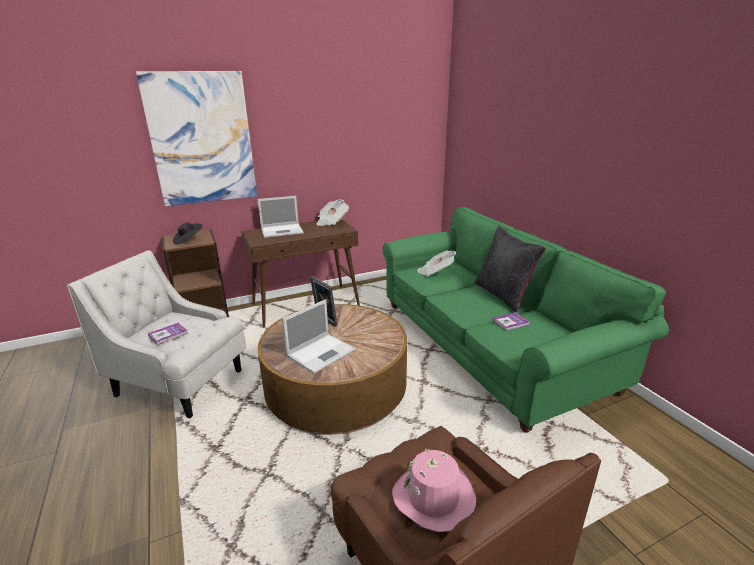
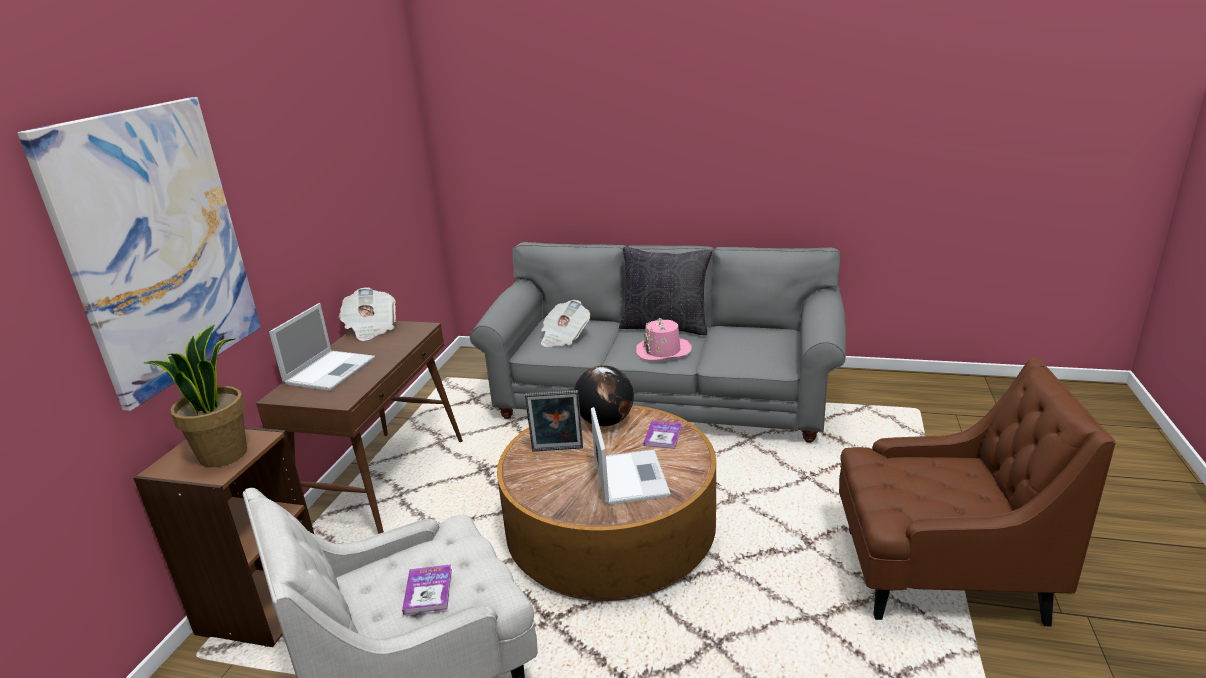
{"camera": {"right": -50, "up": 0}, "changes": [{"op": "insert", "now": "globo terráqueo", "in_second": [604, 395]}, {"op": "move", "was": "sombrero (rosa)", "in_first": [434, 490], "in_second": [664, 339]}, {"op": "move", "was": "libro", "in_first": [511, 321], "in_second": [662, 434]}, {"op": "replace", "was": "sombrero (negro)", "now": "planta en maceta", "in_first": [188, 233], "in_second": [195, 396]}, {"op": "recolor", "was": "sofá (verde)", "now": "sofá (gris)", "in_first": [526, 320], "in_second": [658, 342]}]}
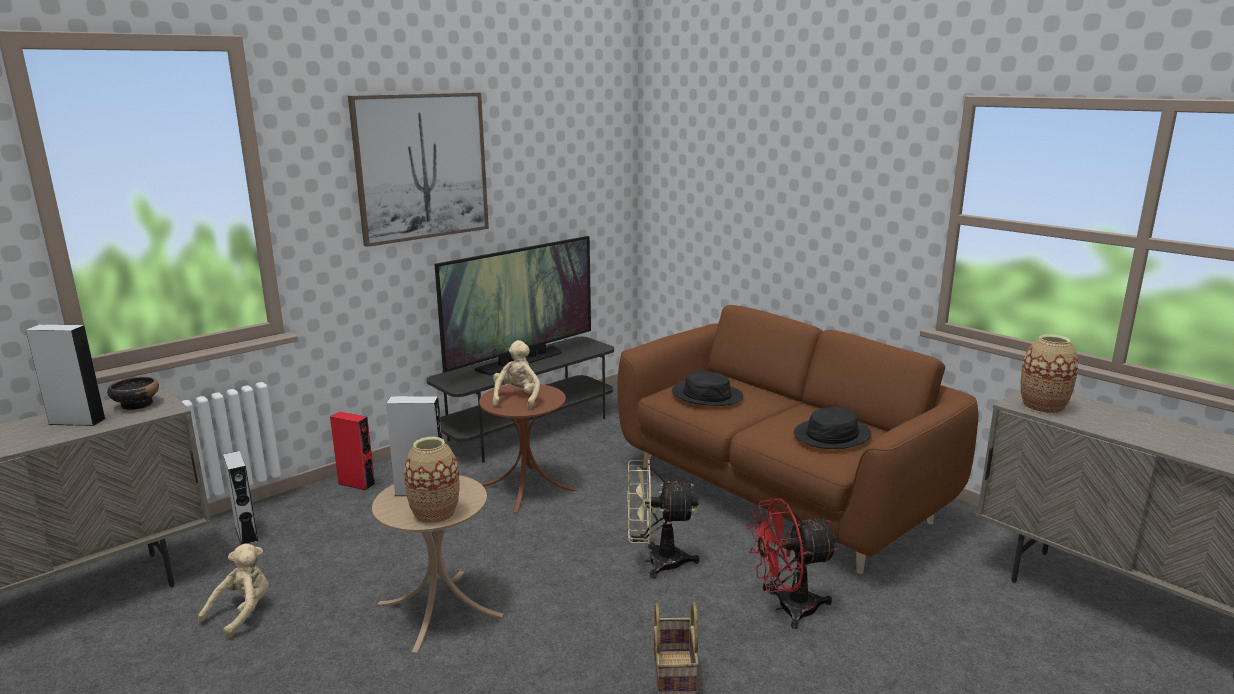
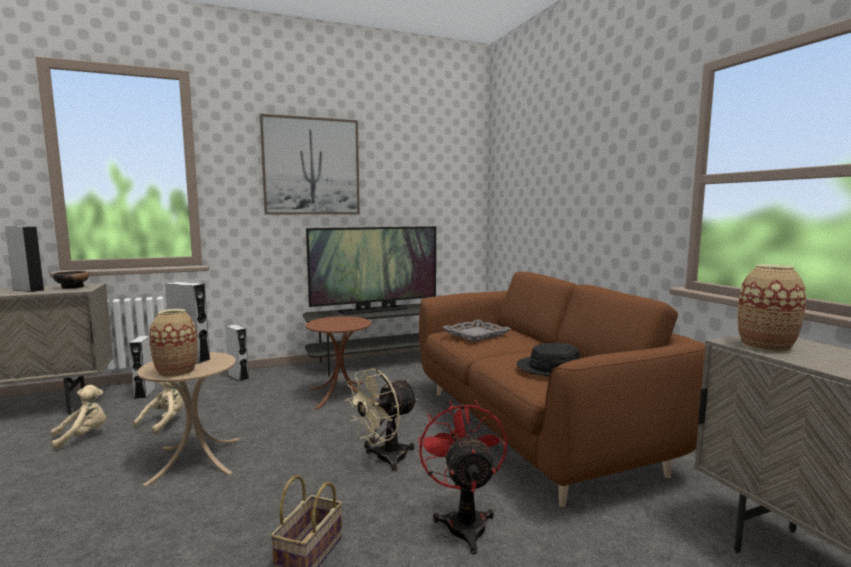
{"camera": {"right": 20, "up": -10}, "changes": [{"op": "move", "was": "peluche (beis)", "in_first": [516, 374], "in_second": [158, 408]}, {"op": "replace", "was": "sombrero (negro)", "now": "bandeja (gris)", "in_first": [707, 388], "in_second": [476, 330]}, {"op": "recolor", "was": "altavoz (rojo)", "now": "altavoz (gris)", "in_first": [353, 451], "in_second": [237, 353]}, {"op": "rotate", "was": "ventilador (beis)", "in_first": [663, 519], "in_second": [381, 419], "clockwise": -60}, {"op": "rotate", "was": "ventilador (rojo)", "in_first": [793, 563], "in_second": [462, 477], "clockwise": 75}]}
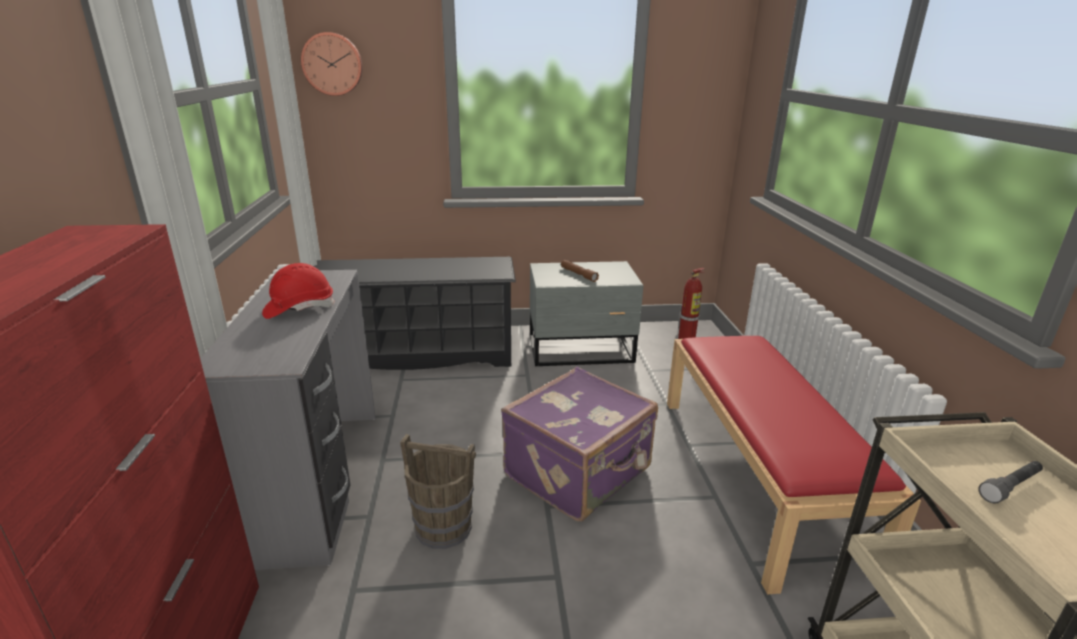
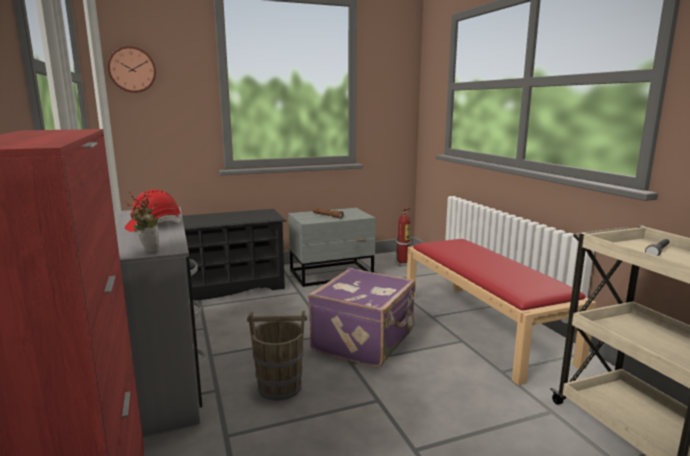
{"camera": {"right": -15, "up": -10}, "changes": [{"op": "insert", "now": "planta en maceta", "in_second": [141, 221]}]}
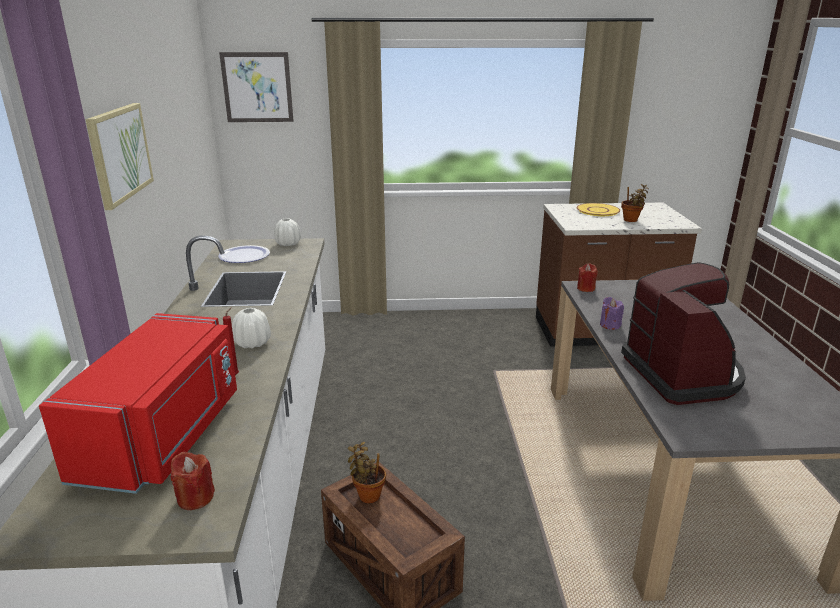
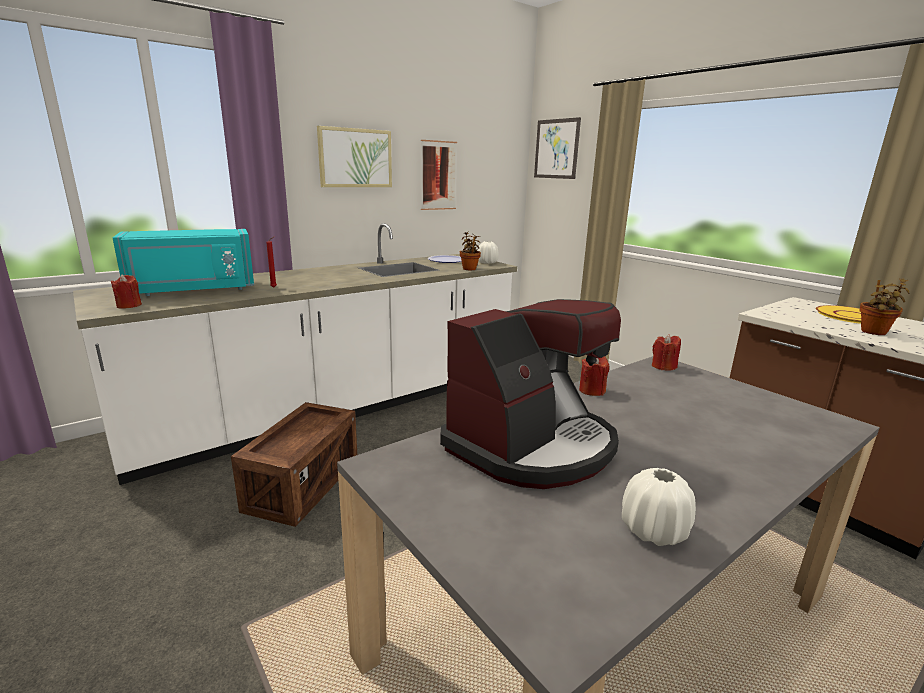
{"camera": {"right": 55, "up": -5}, "changes": [{"op": "insert", "now": "cuadro", "in_second": [439, 175]}, {"op": "move", "was": "florero (blanco)", "in_first": [251, 328], "in_second": [659, 507]}, {"op": "move", "was": "planta en maceta", "in_first": [367, 473], "in_second": [470, 250]}, {"op": "recolor", "was": "microondas (rojo)", "now": "microondas (turquesa)", "in_first": [138, 403], "in_second": [183, 262]}, {"op": "recolor", "was": "vela (morado)", "now": "vela (rojo)", "in_first": [612, 313], "in_second": [594, 376]}]}
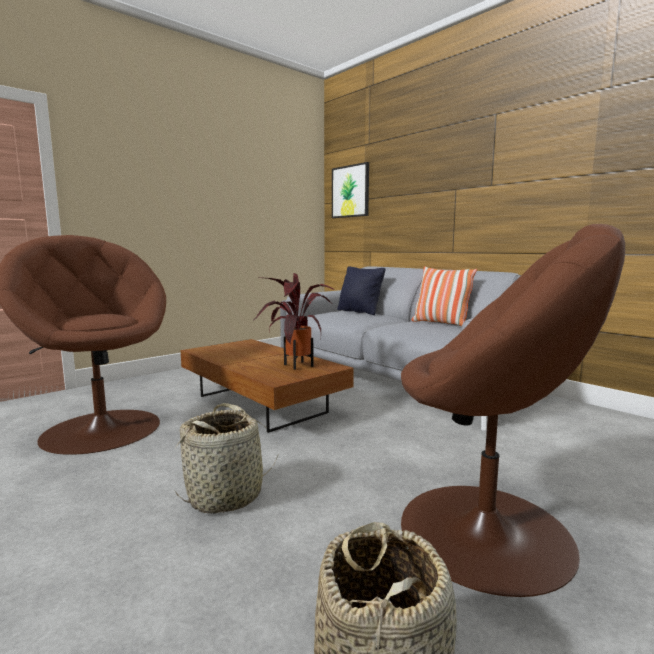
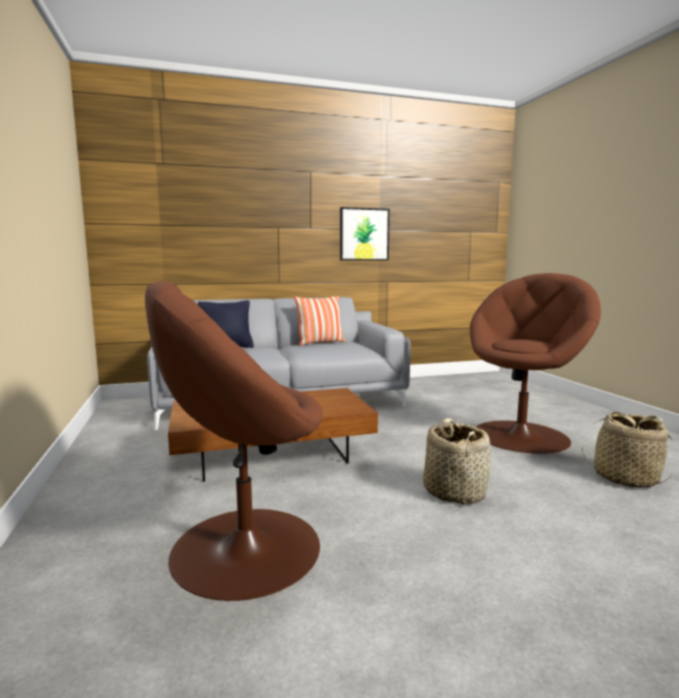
{"camera": {"right": -65, "up": 0}, "changes": [{"op": "delete", "was": "planta en maceta", "in_first": [294, 321]}, {"op": "move", "was": "cuadro", "in_first": [350, 190], "in_second": [365, 234]}]}
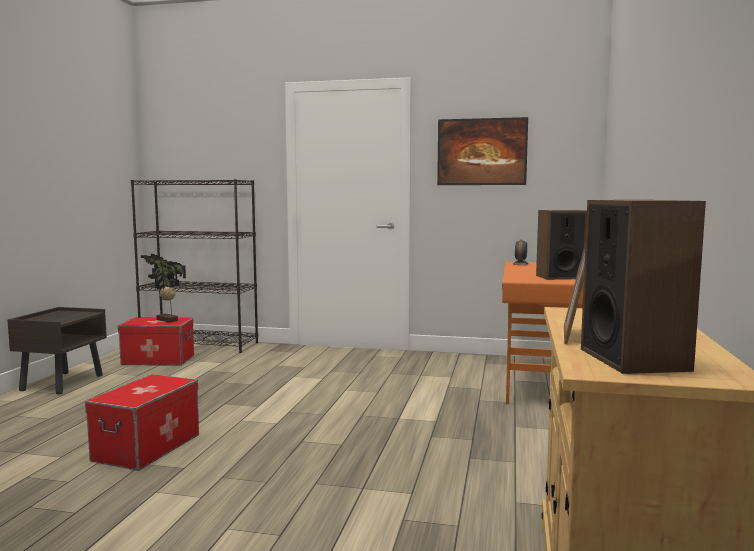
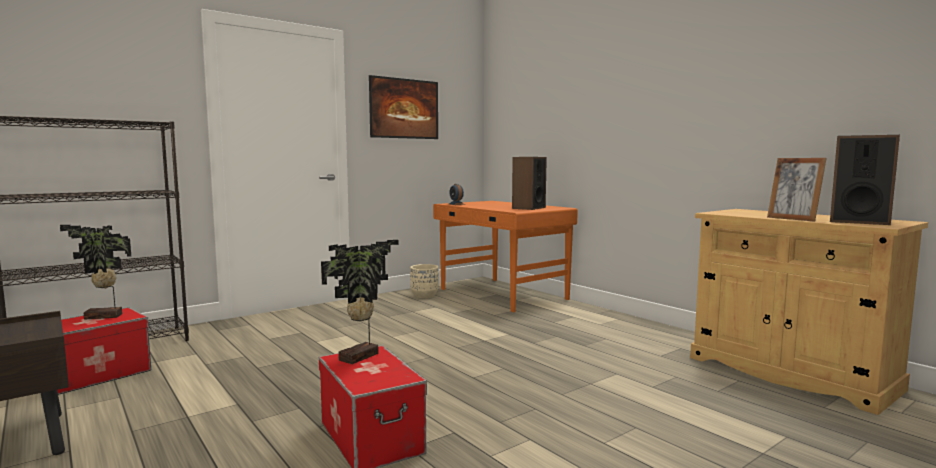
{"camera": {"right": -50, "up": 0}, "changes": [{"op": "insert", "now": "planta en maceta", "in_second": [360, 302]}, {"op": "insert", "now": "maceta (beis)", "in_second": [424, 281]}]}
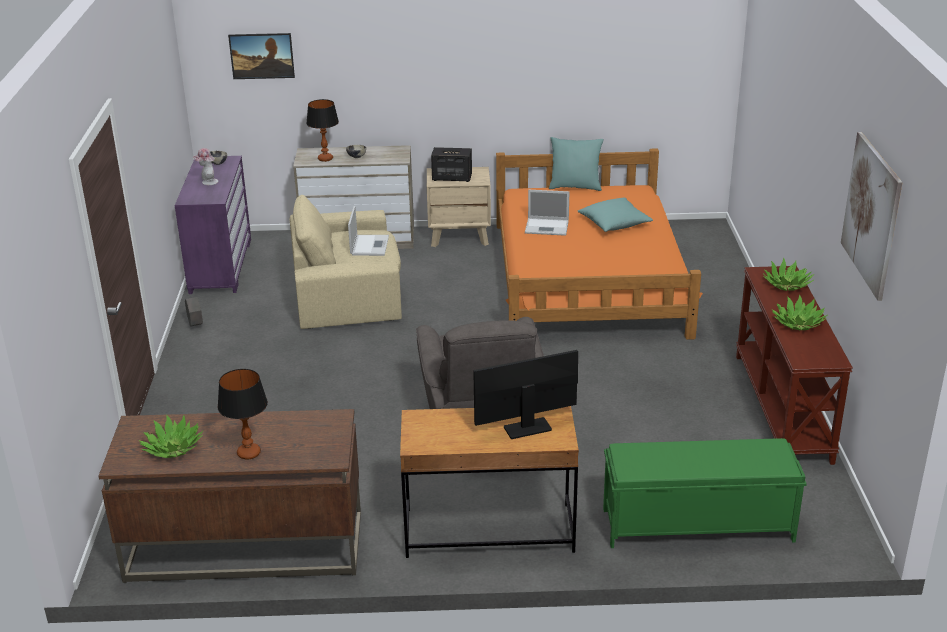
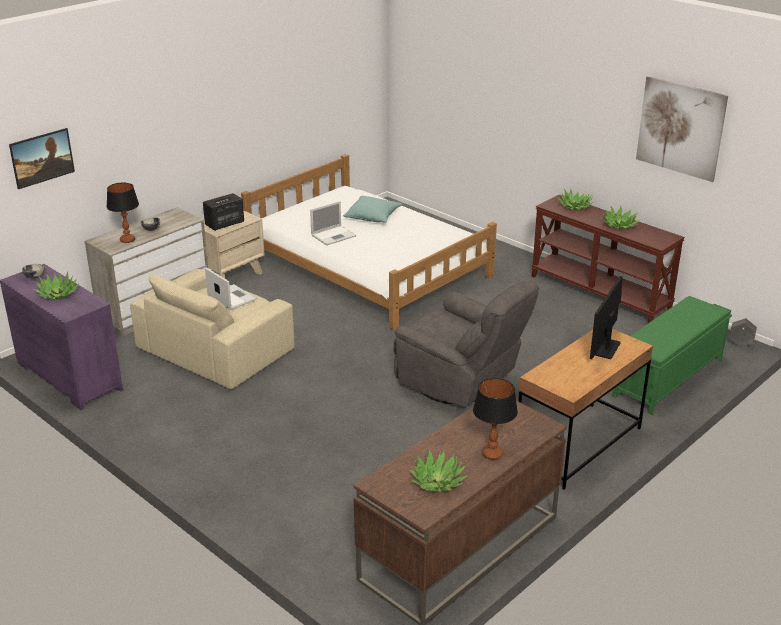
{"camera": {"right": -45, "up": 0}, "changes": [{"op": "delete", "was": "cojín (turquesa)", "in_first": [576, 164]}, {"op": "move", "was": "maceta (gris)", "in_first": [194, 312], "in_second": [743, 332]}, {"op": "replace", "was": "sombrero", "now": "planta en maceta", "in_first": [205, 166], "in_second": [56, 285]}, {"op": "recolor", "was": "cama (naranja)", "now": "cama (blanco)", "in_first": [599, 244], "in_second": [369, 242]}]}
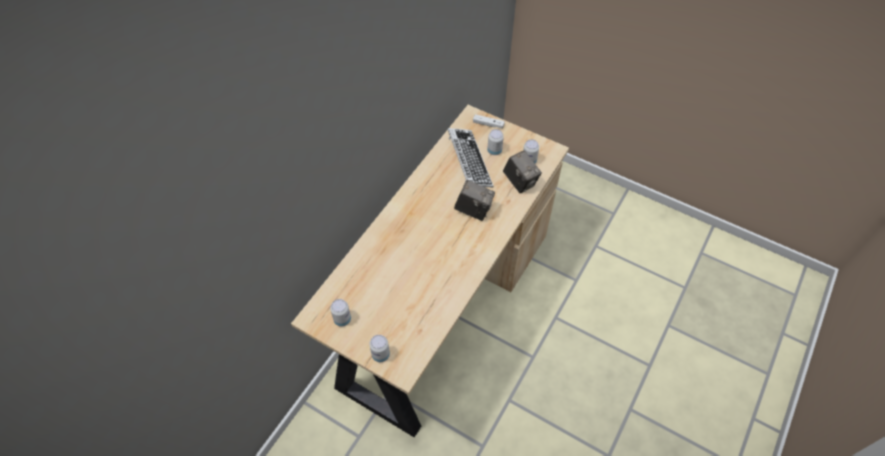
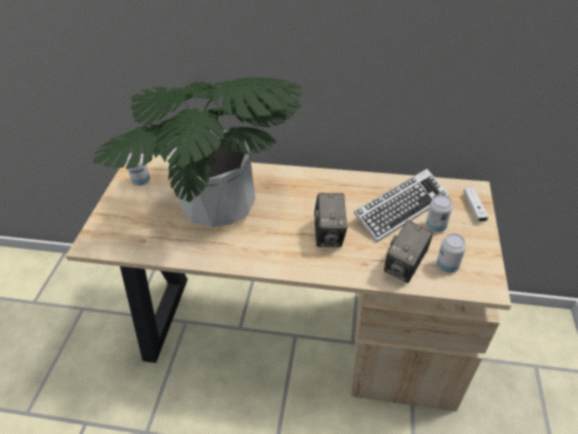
{"camera": {"right": 70, "up": -10}, "changes": [{"op": "delete", "was": "lata", "in_first": [380, 348]}, {"op": "insert", "now": "planta en maceta", "in_second": [198, 152]}]}
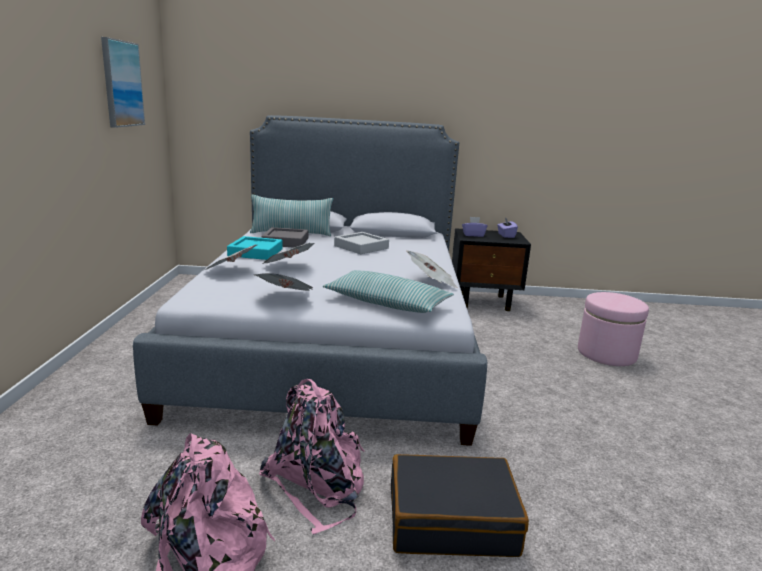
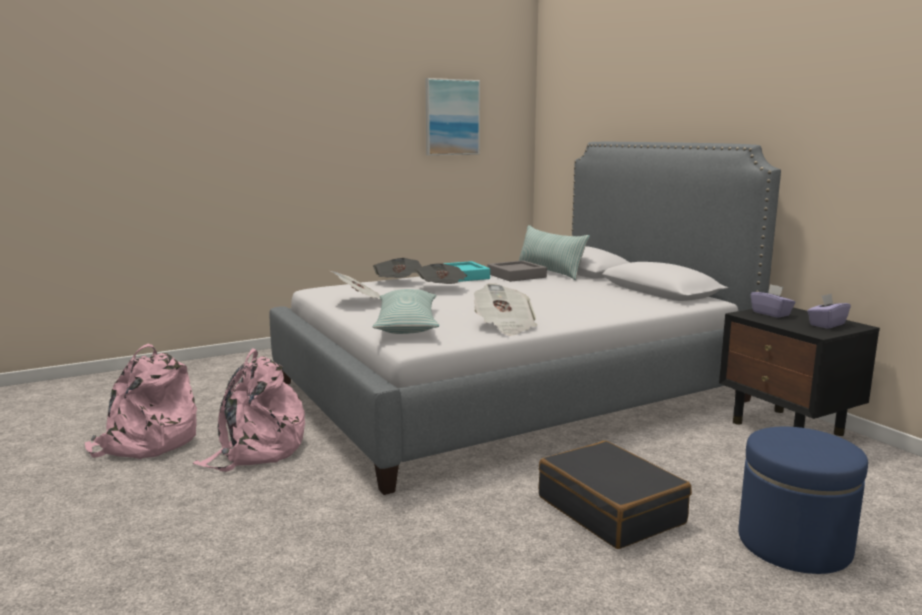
{"camera": {"right": 60, "up": -5}, "changes": [{"op": "delete", "was": "bandeja (gris)", "in_first": [361, 243]}, {"op": "move", "was": "maleta (negro)", "in_first": [460, 505], "in_second": [615, 495]}, {"op": "recolor", "was": "puf (rosa)", "now": "puf (azul)", "in_first": [613, 329], "in_second": [803, 500]}]}
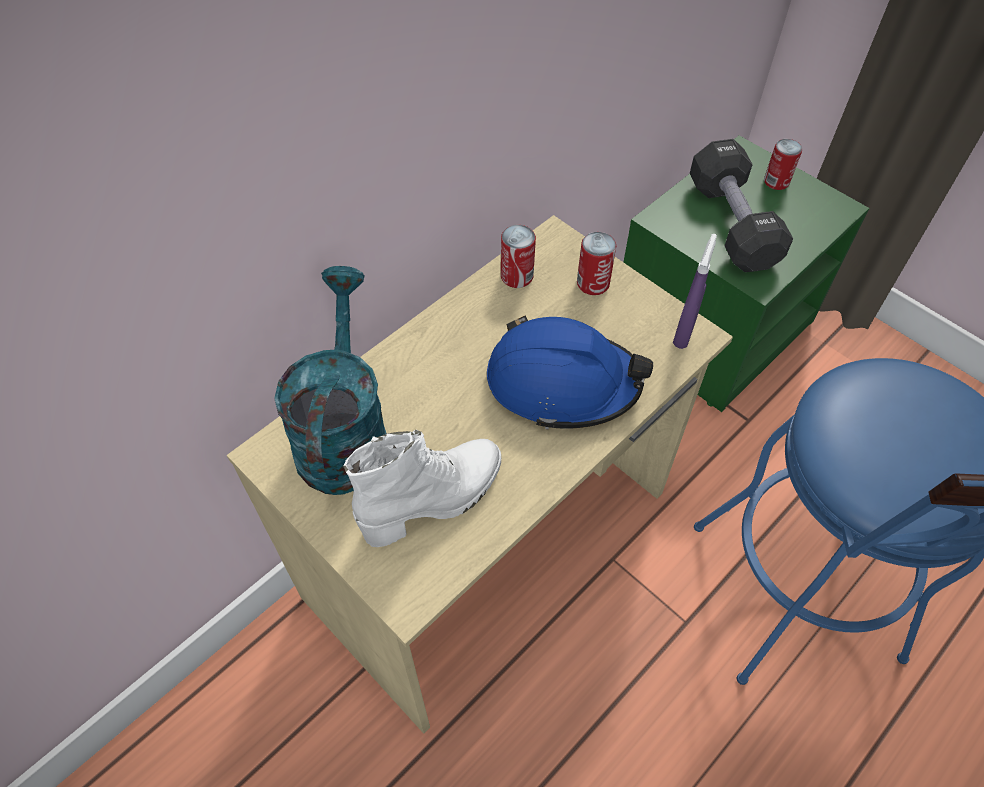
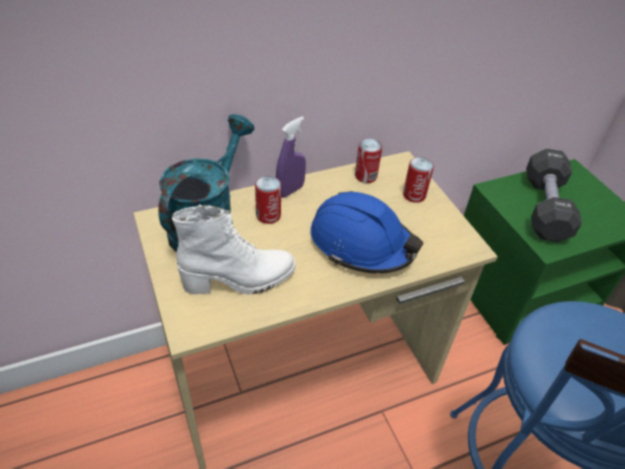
{"camera": {"right": 20, "up": -10}, "changes": [{"op": "move", "was": "pulverizador (morado)", "in_first": [695, 291], "in_second": [291, 157]}, {"op": "move", "was": "lata", "in_first": [783, 164], "in_second": [268, 200]}]}
